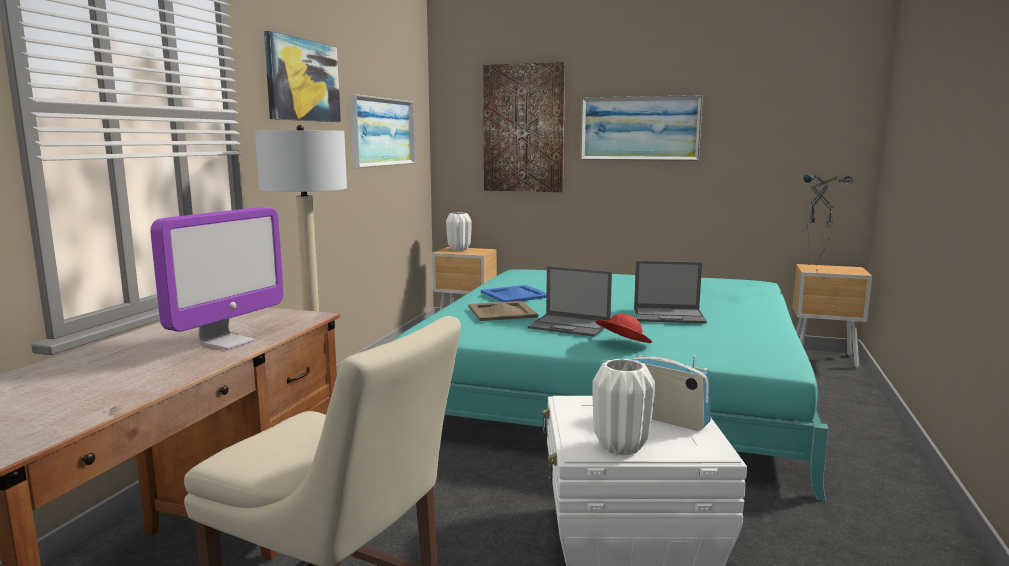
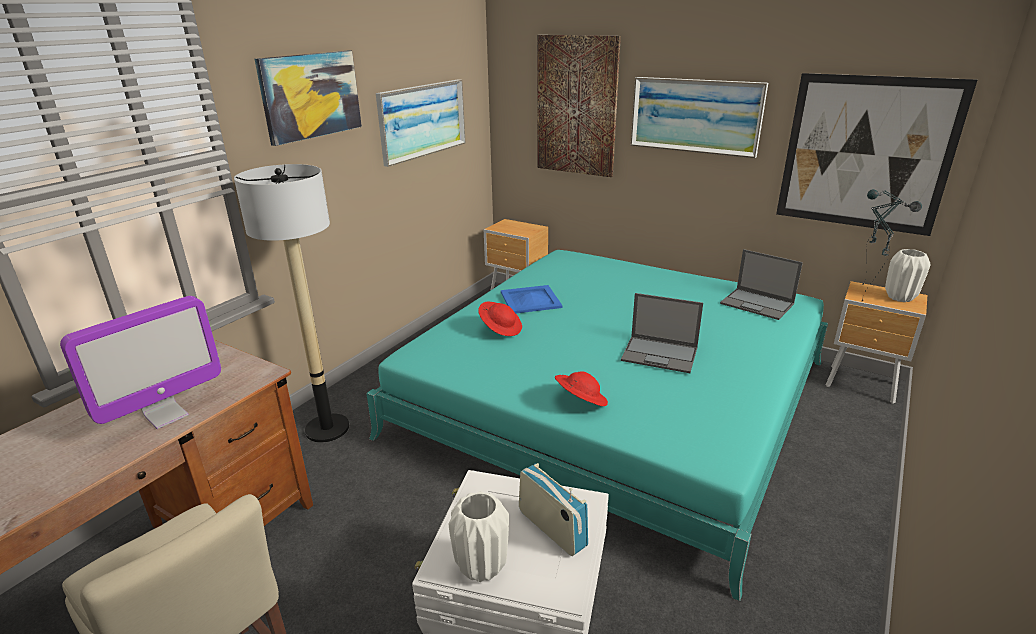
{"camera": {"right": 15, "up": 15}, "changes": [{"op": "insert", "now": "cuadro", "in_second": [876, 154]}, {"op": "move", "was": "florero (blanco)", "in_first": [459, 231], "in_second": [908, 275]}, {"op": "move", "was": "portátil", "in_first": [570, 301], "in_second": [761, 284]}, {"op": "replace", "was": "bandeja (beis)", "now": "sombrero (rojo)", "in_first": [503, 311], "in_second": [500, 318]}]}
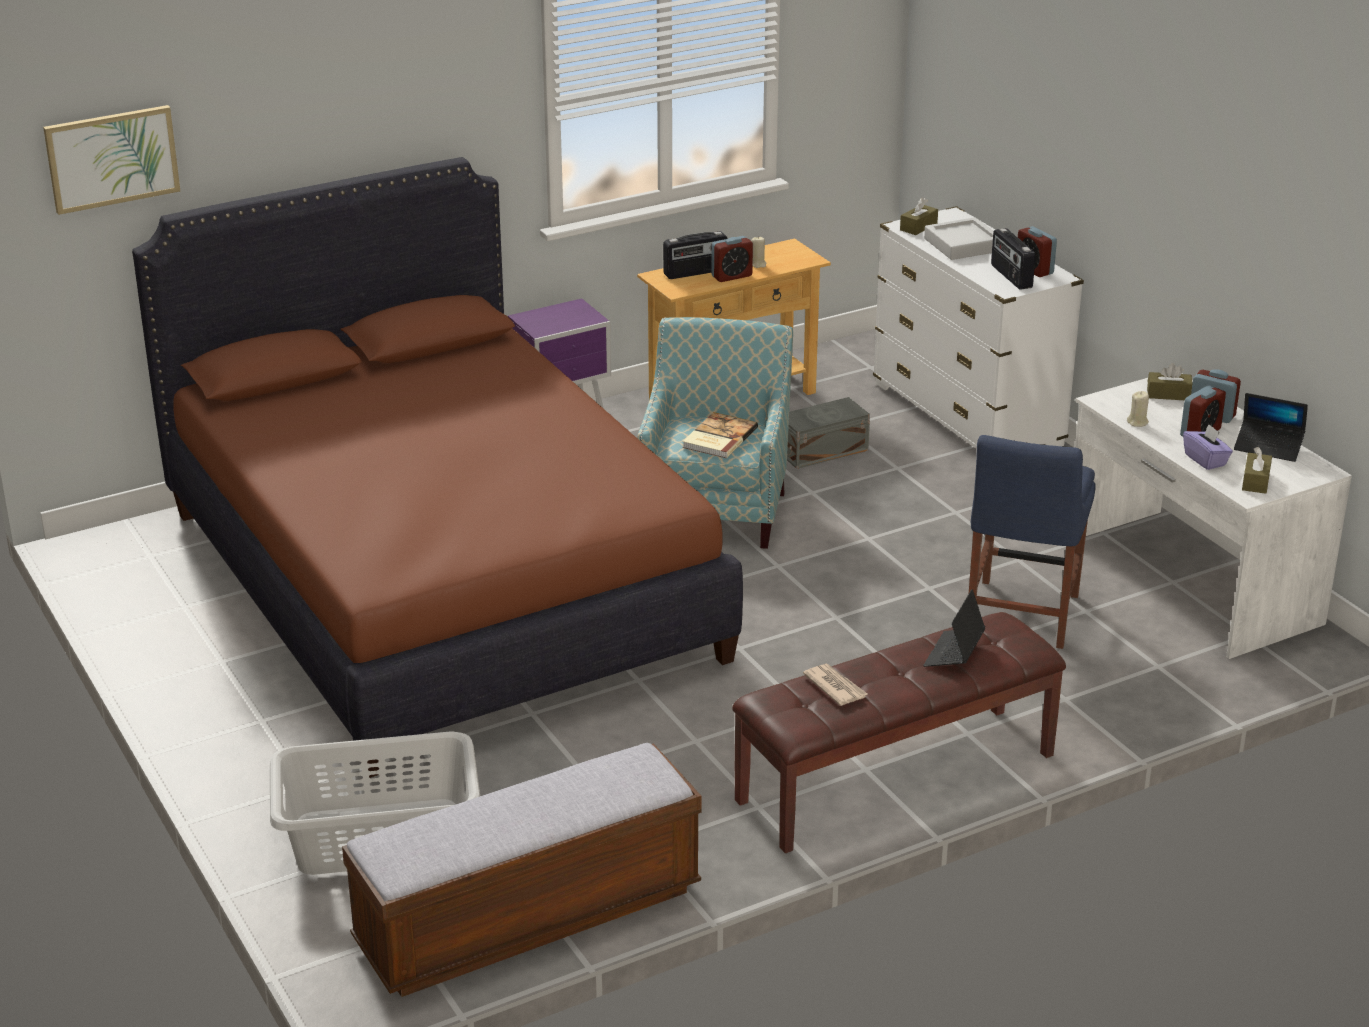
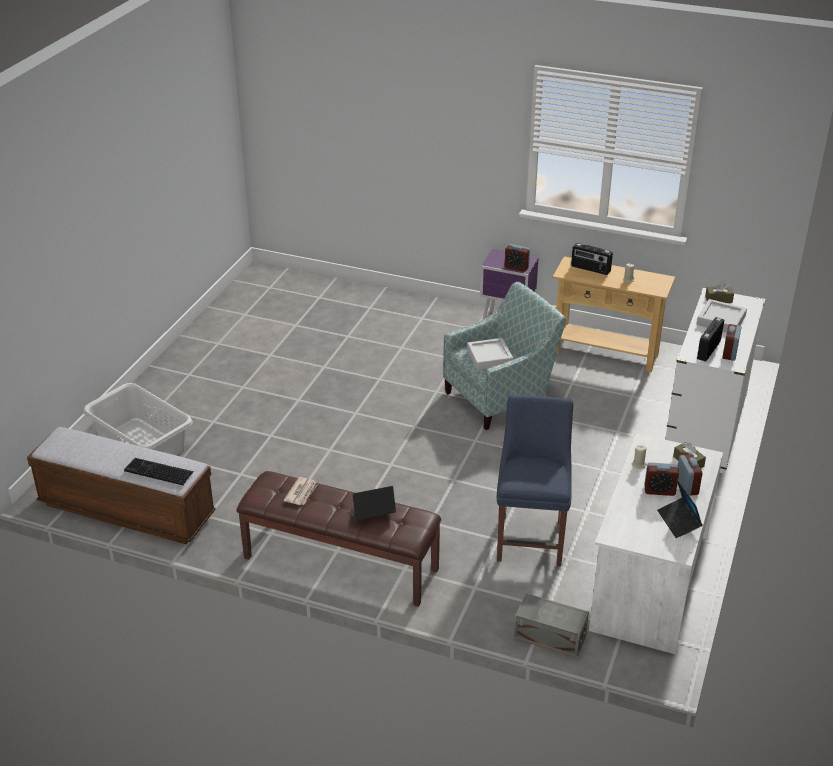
{"camera": {"right": 50, "up": 5}, "changes": [{"op": "delete", "was": "cuadro", "in_first": [111, 160]}, {"op": "delete", "was": "cama (marrón)", "in_first": [437, 467]}, {"op": "delete", "was": "caja de pañuelos (morado)", "in_first": [1208, 447]}, {"op": "delete", "was": "caja de pañuelos (marrón)", "in_first": [1257, 470]}, {"op": "insert", "now": "teclado", "in_second": [159, 472]}, {"op": "move", "was": "despertador", "in_first": [732, 259], "in_second": [517, 258]}, {"op": "move", "was": "caja de almacenaje (gris)", "in_first": [828, 433], "in_second": [551, 625]}, {"op": "replace", "was": "libro", "now": "bandeja (gris)", "in_first": [720, 435], "in_second": [490, 354]}, {"op": "rotate", "was": "silla (azul)", "in_first": [1032, 542], "in_second": [535, 481], "clockwise": 120}]}
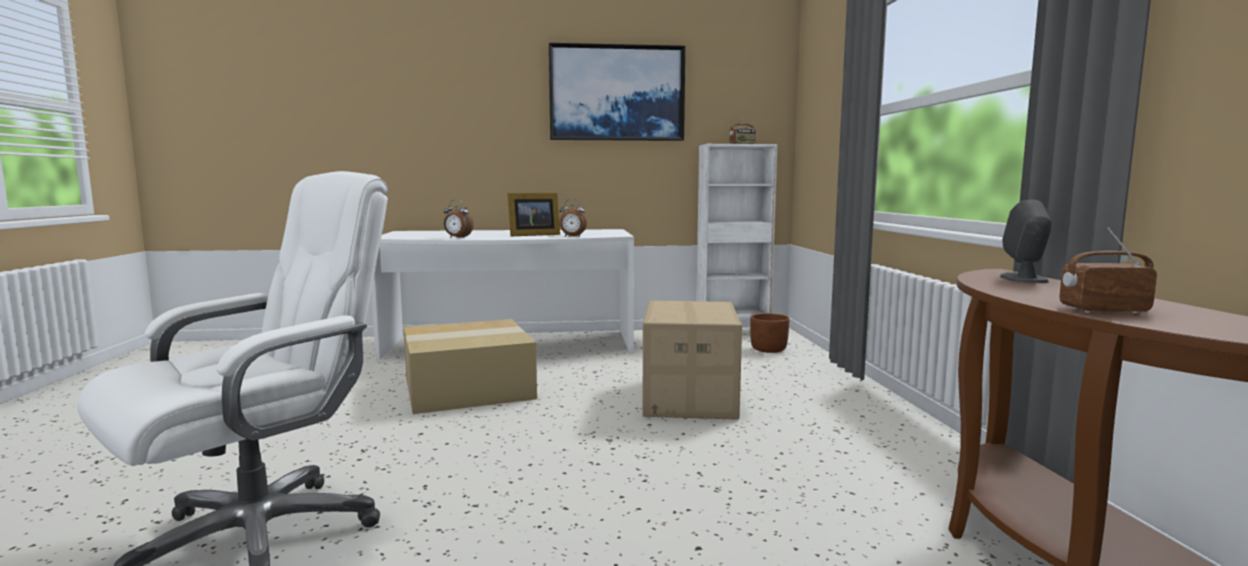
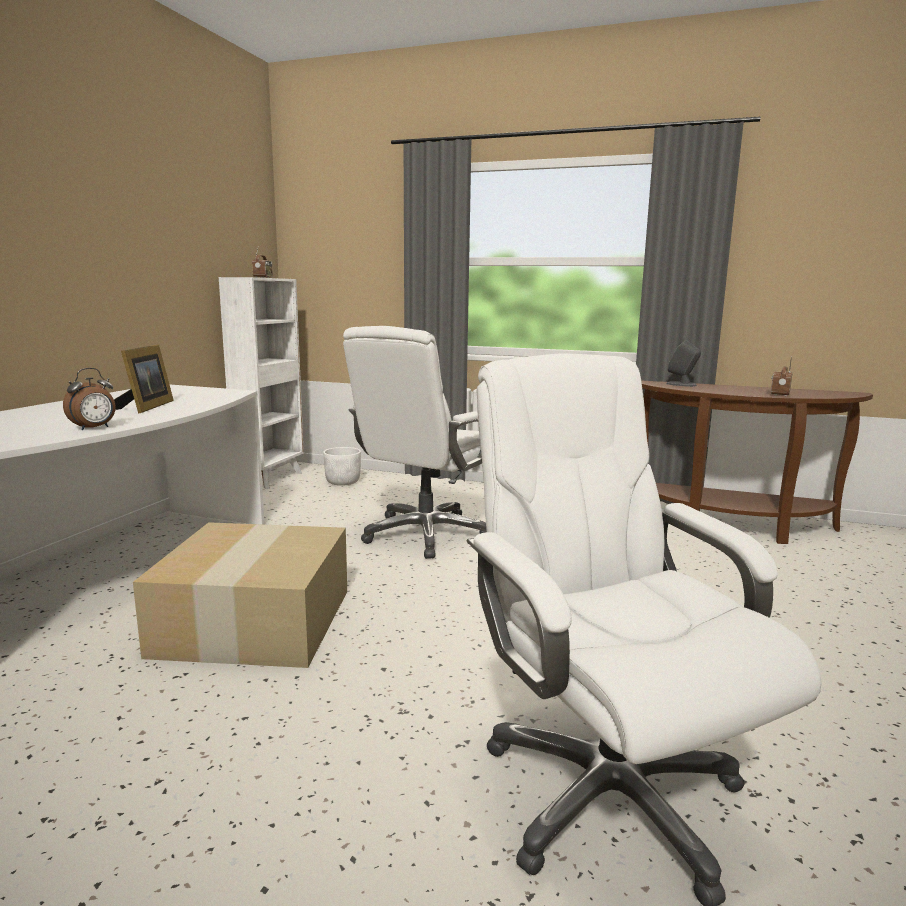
{"camera": {"right": -65, "up": 5}, "changes": [{"op": "delete", "was": "cuadro", "in_first": [617, 92]}, {"op": "delete", "was": "despertador", "in_first": [573, 218]}, {"op": "replace", "was": "caja de cartón", "now": "silla de oficina (blanco)", "in_first": [692, 360], "in_second": [415, 442]}, {"op": "recolor", "was": "maceta (marrón)", "now": "maceta (blanco)", "in_first": [770, 333], "in_second": [342, 466]}]}
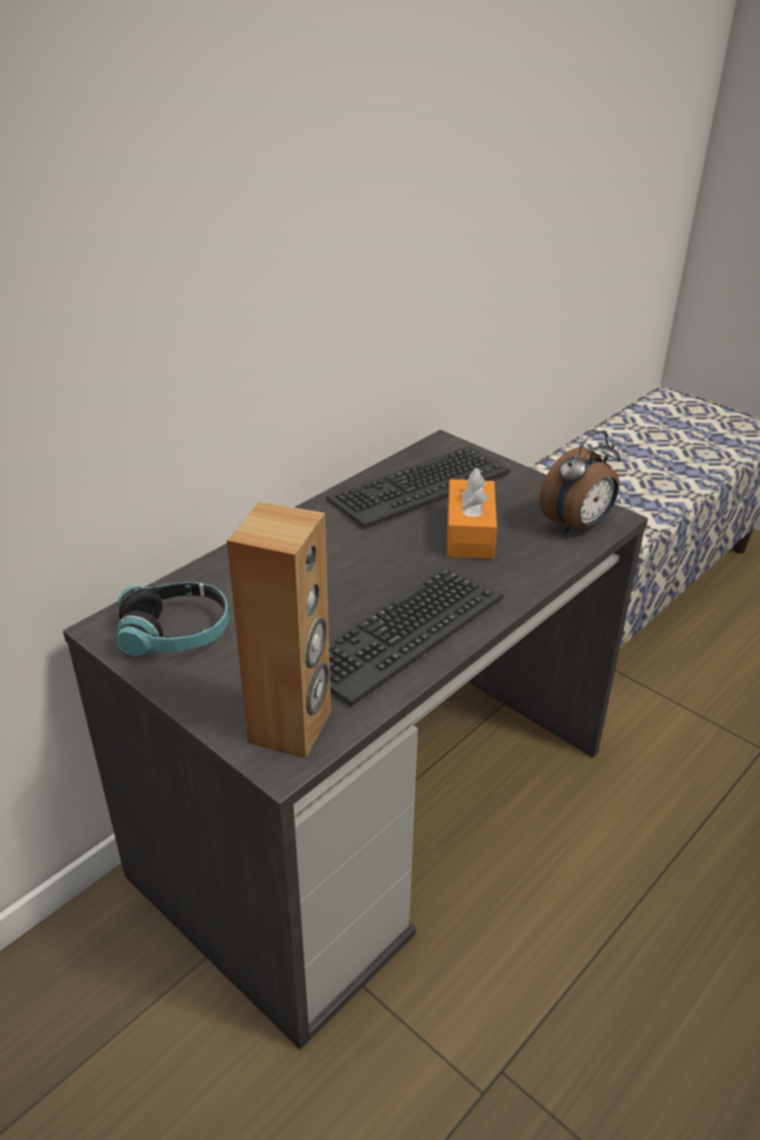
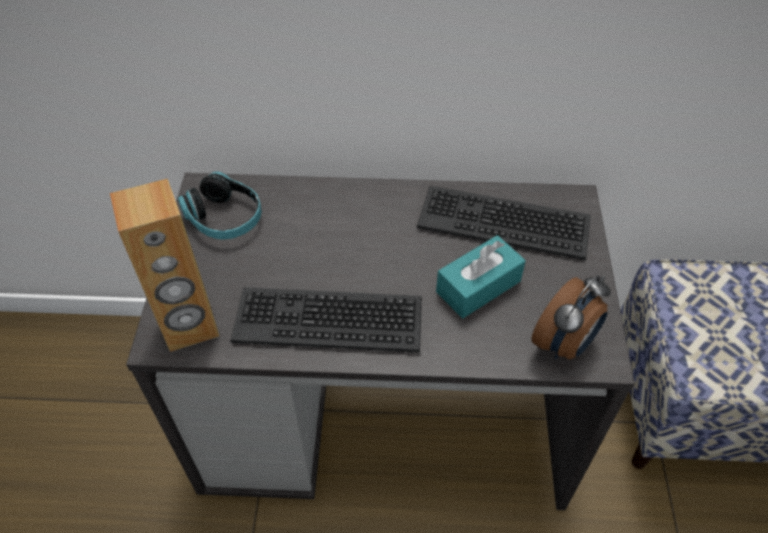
{"camera": {"right": 50, "up": 15}, "changes": [{"op": "recolor", "was": "caja de pañuelos (naranja)", "now": "caja de pañuelos (turquesa)", "in_first": [472, 513], "in_second": [481, 276]}, {"op": "rotate", "was": "despertador", "in_first": [580, 482], "in_second": [571, 317], "clockwise": -60}]}
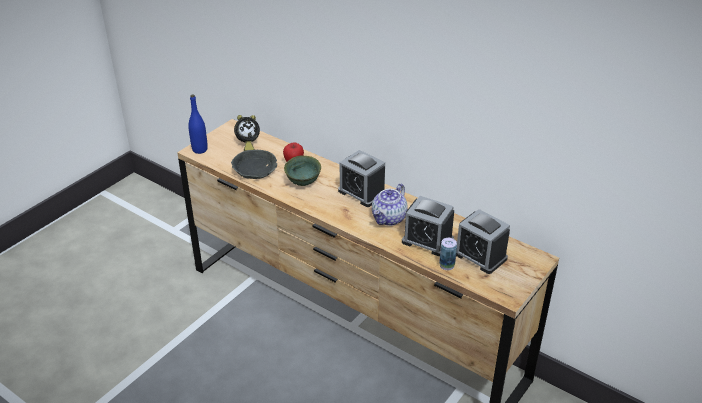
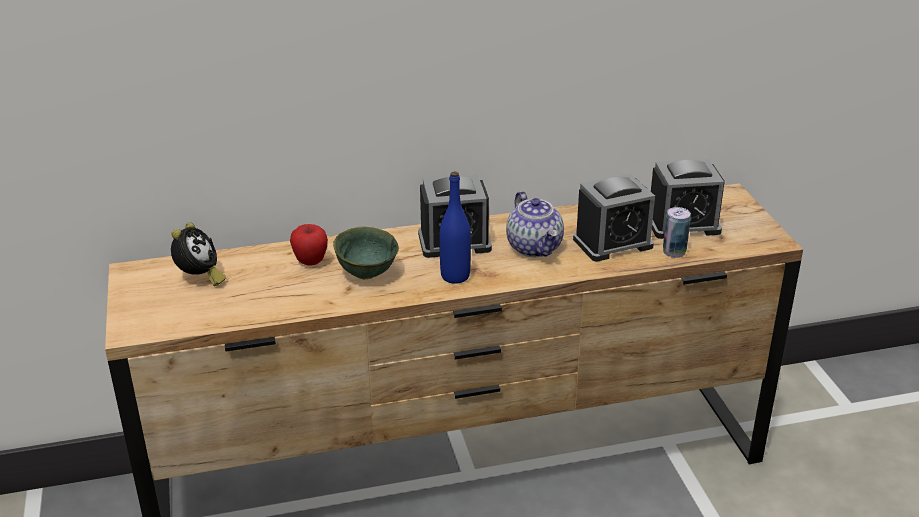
{"camera": {"right": -50, "up": -5}, "changes": [{"op": "delete", "was": "cuenco (gris)", "in_first": [254, 164]}, {"op": "move", "was": "botella (azul)", "in_first": [198, 124], "in_second": [455, 227]}]}
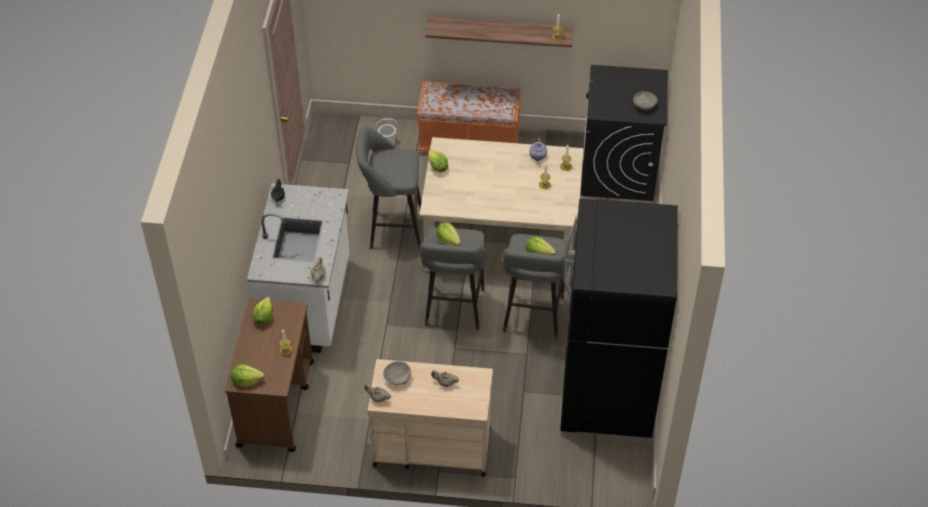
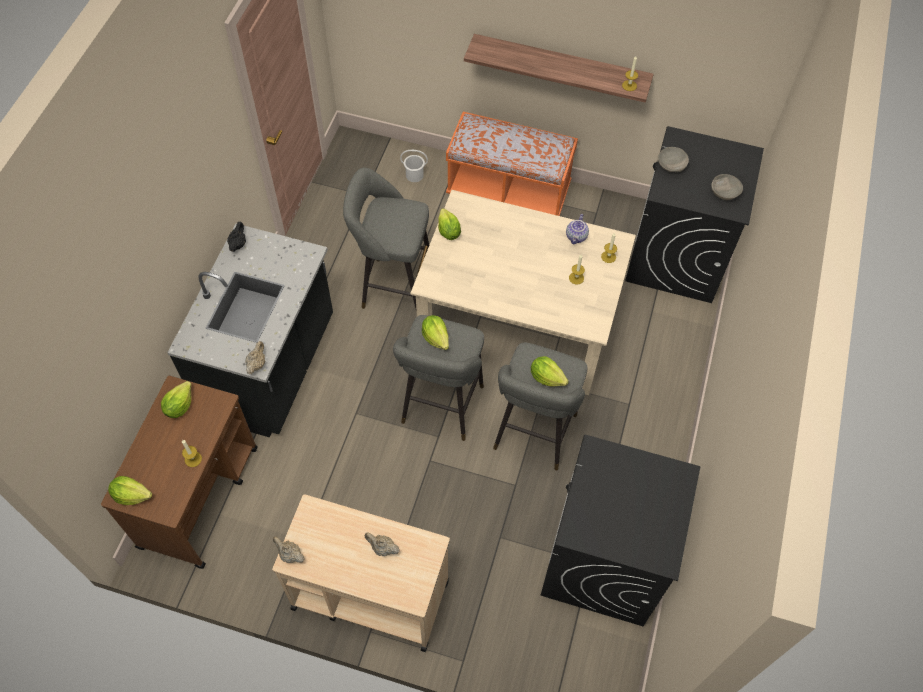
{"camera": {"right": 10, "up": 10}, "changes": [{"op": "move", "was": "cuenco (gris)", "in_first": [397, 373], "in_second": [673, 159]}, {"op": "replace", "was": "nevera (negro)", "now": "lavadora (negro)", "in_first": [619, 319], "in_second": [621, 530]}, {"op": "recolor", "was": "mueble bajo de cocina (blanco)", "now": "mueble bajo de cocina (negro)", "in_first": [298, 268], "in_second": [250, 330]}]}
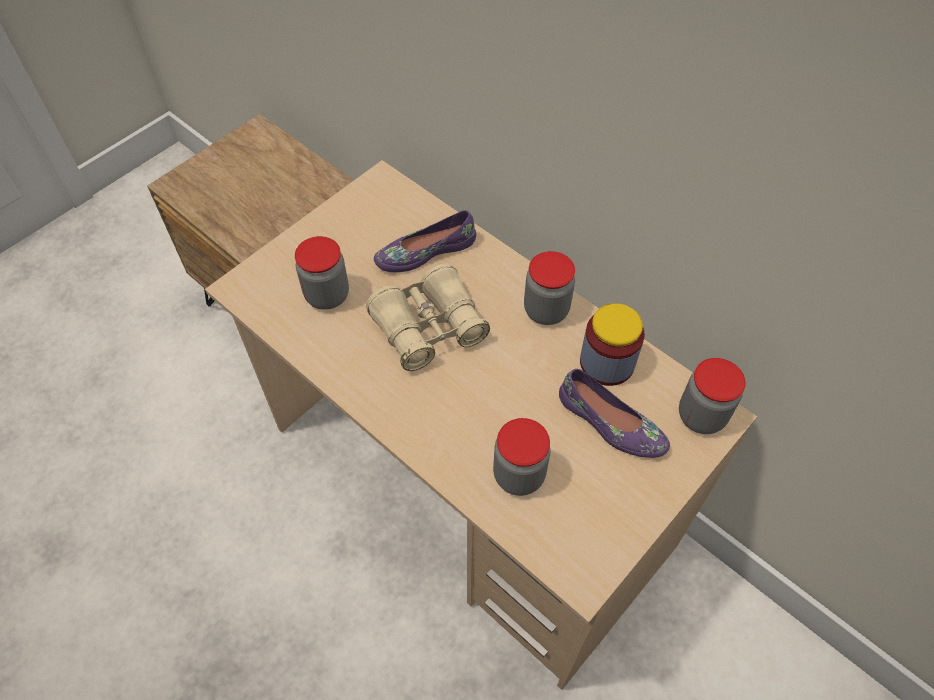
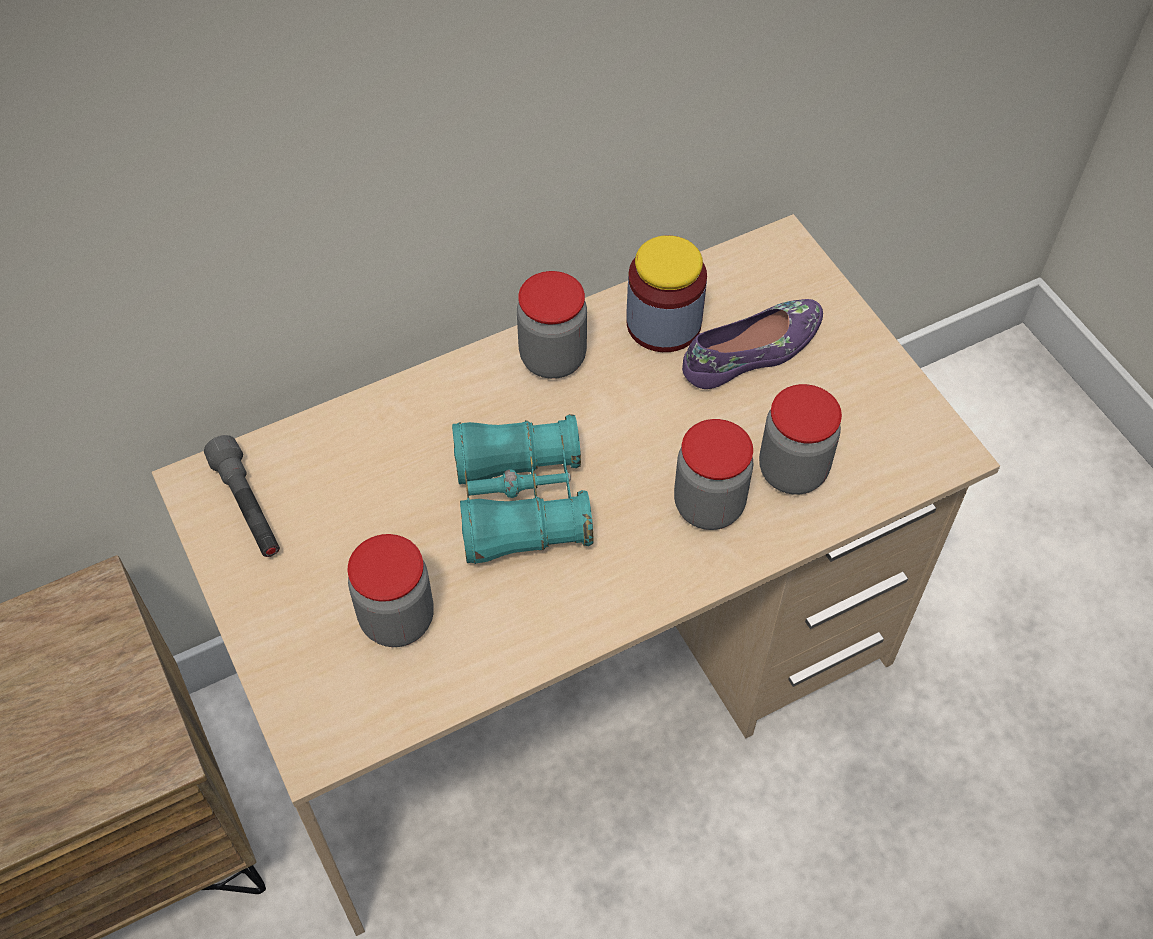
{"camera": {"right": -70, "up": 0}, "changes": [{"op": "delete", "was": "zapato (morado)", "in_first": [425, 241]}, {"op": "insert", "now": "linterna (gris)", "in_second": [242, 496]}, {"op": "move", "was": "tarro", "in_first": [712, 396], "in_second": [713, 474]}, {"op": "recolor", "was": "prismáticos (beis)", "now": "prismáticos (turquesa)", "in_first": [428, 317], "in_second": [522, 489]}]}
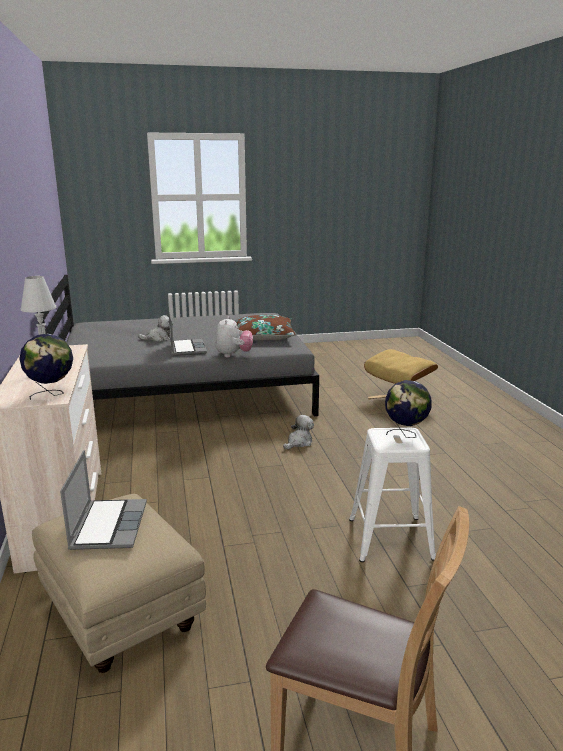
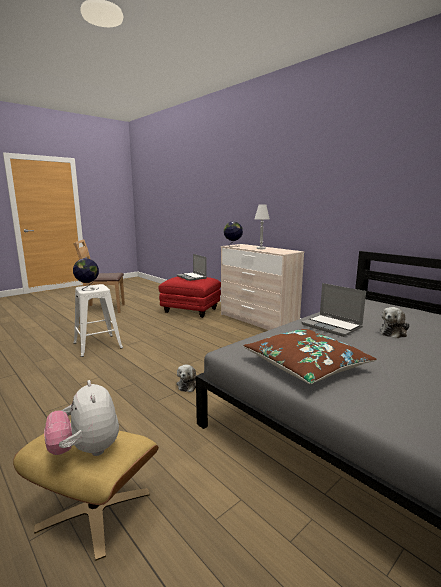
{"camera": {"right": 150, "up": -5}, "changes": [{"op": "move", "was": "peluche", "in_first": [234, 336], "in_second": [81, 418]}, {"op": "recolor", "was": "puf (beis)", "now": "puf (rojo)", "in_first": [119, 583], "in_second": [190, 297]}]}
